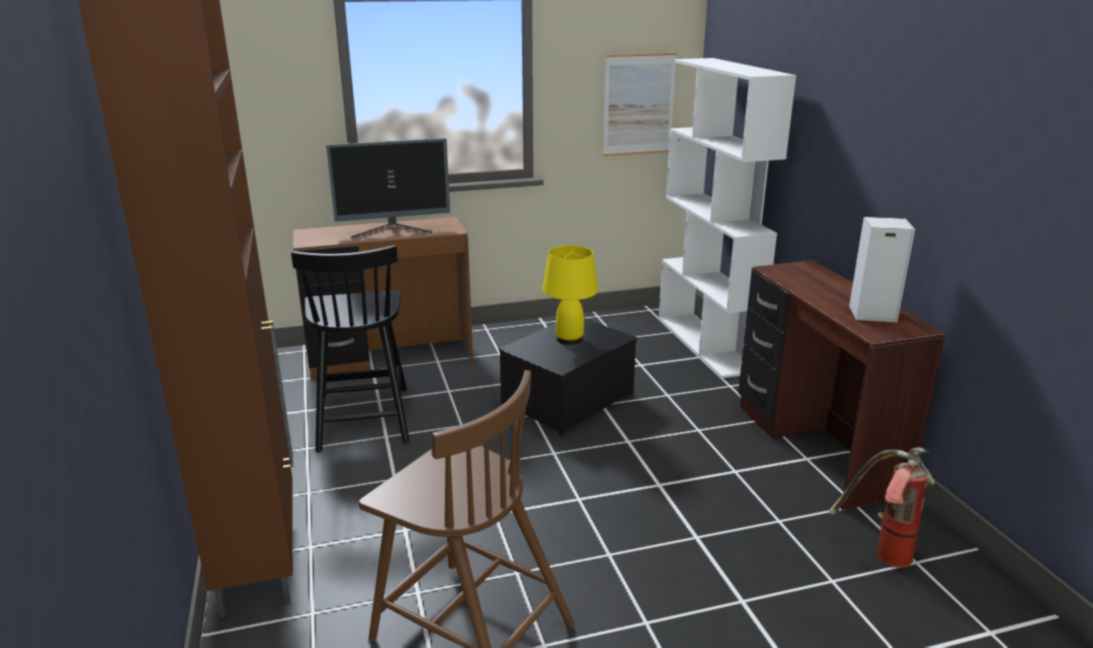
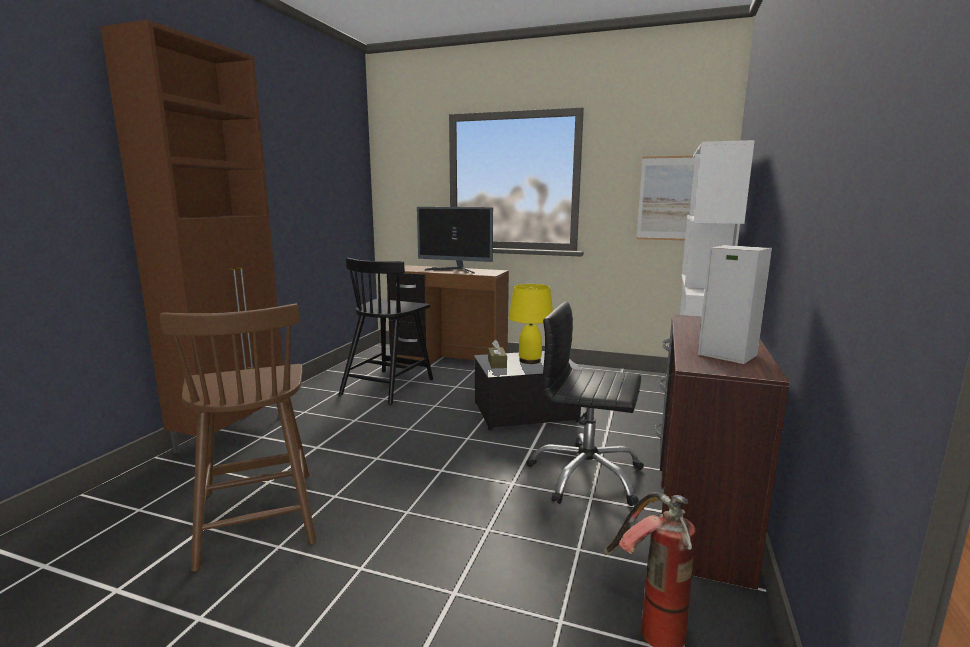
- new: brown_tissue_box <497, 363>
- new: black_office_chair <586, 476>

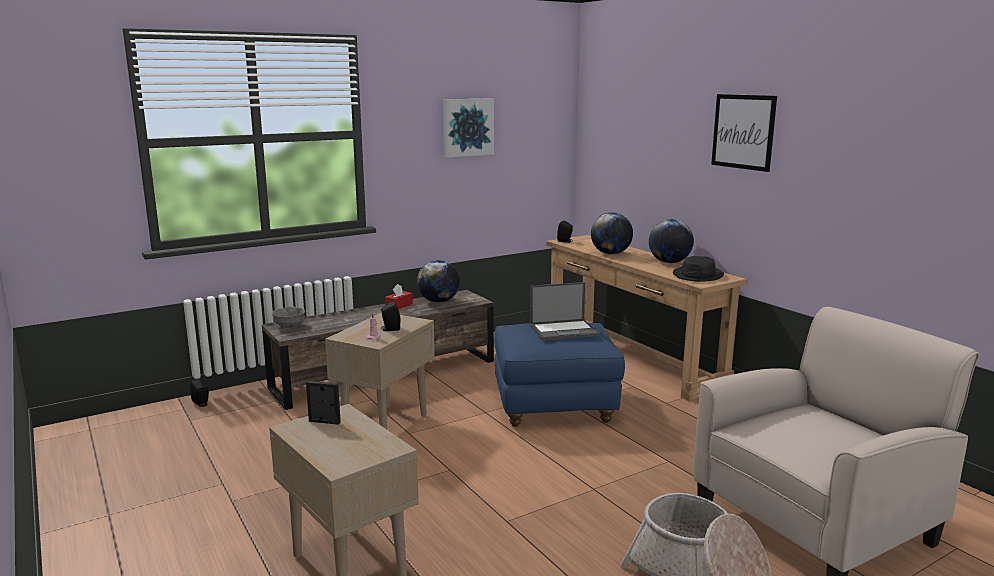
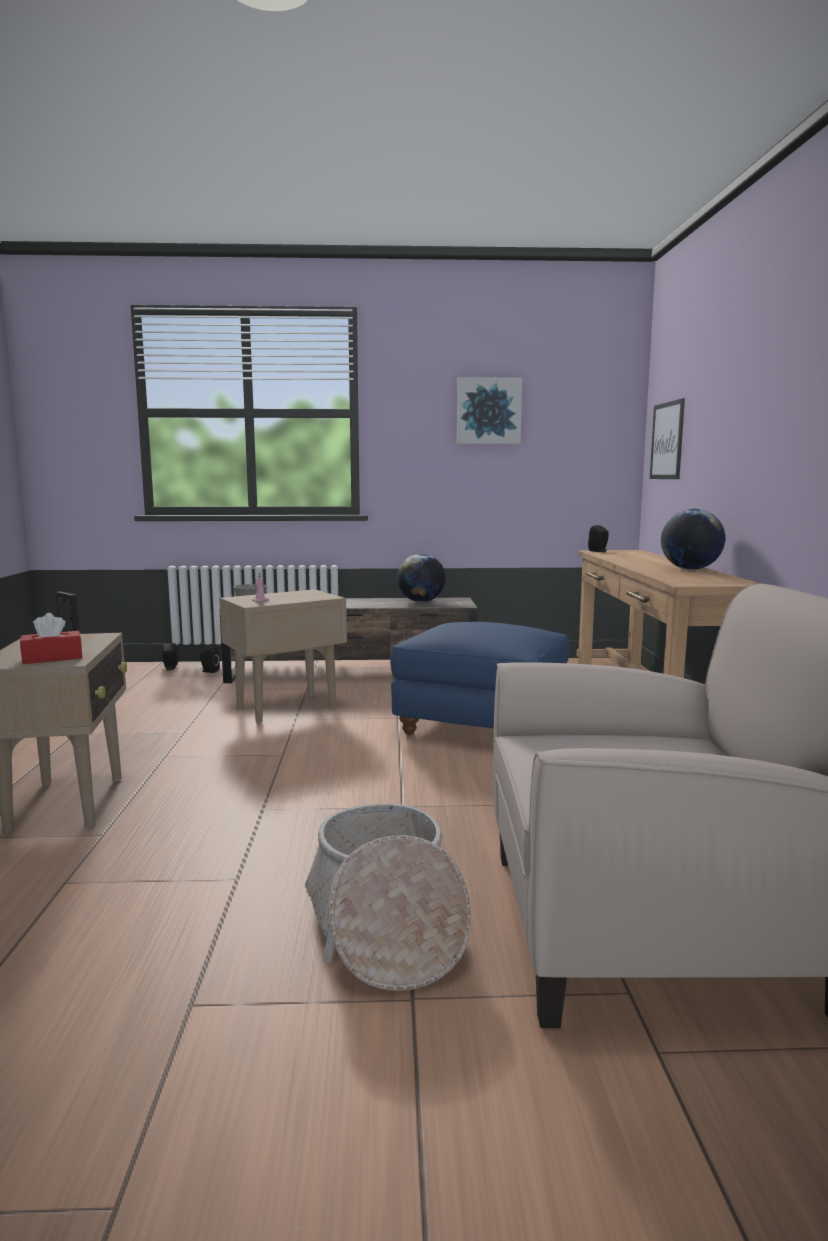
- shifted: black_speaker <390, 329> to <209, 671>
- shifted: red_tissue_box <399, 305> to <52, 658>
- gone: laptop <564, 330>
- gone: globe <611, 254>
- gone: black_hat <698, 275>
- shifted: picture <743, 132> to <667, 441>

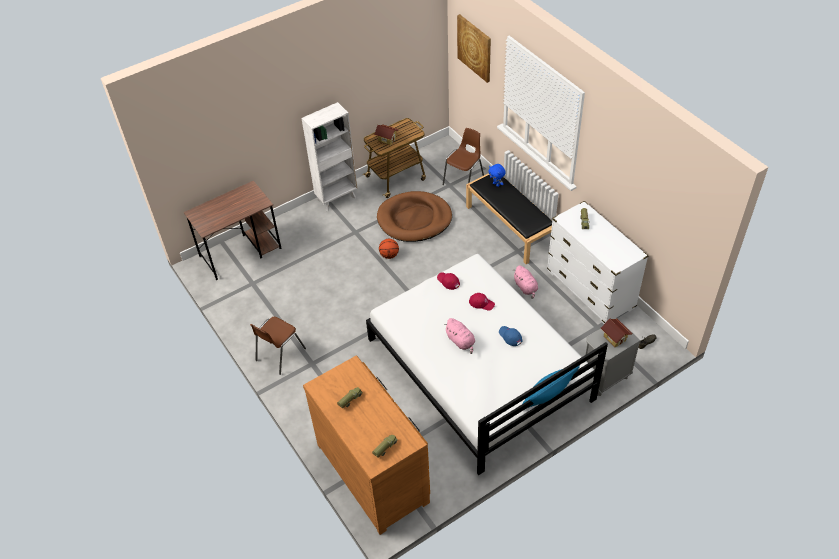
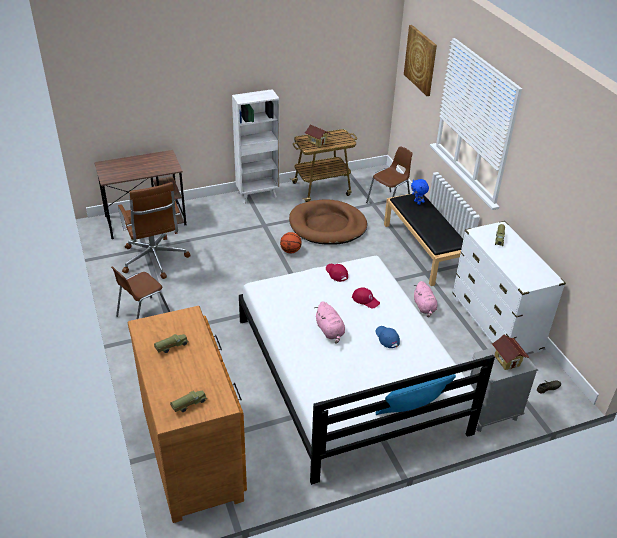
- new: brown_office_chair <154, 260>

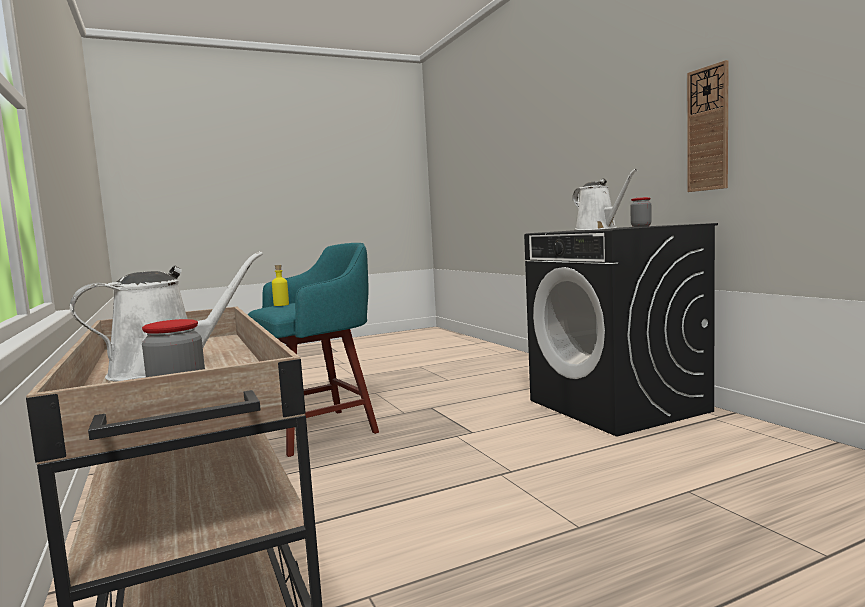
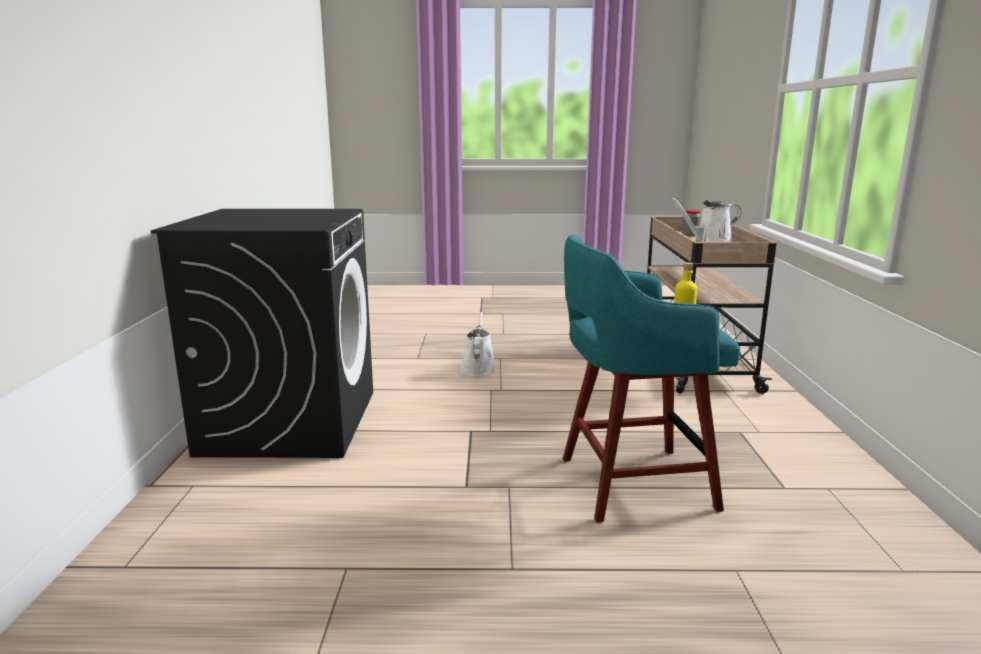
- shifted: white_watering_can <599, 229> to <478, 368>
- gone: jar <641, 226>
- gone: wall_clock <708, 129>

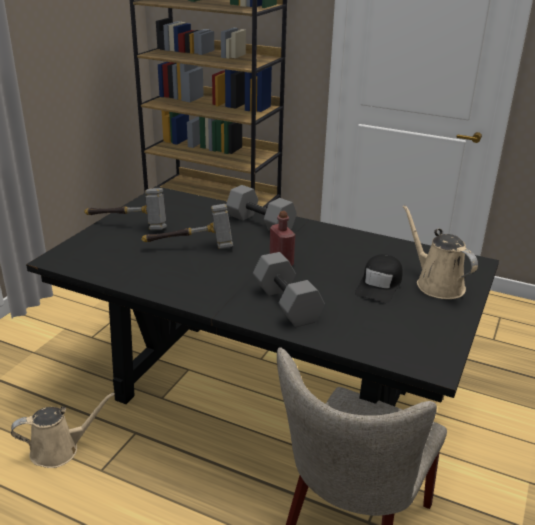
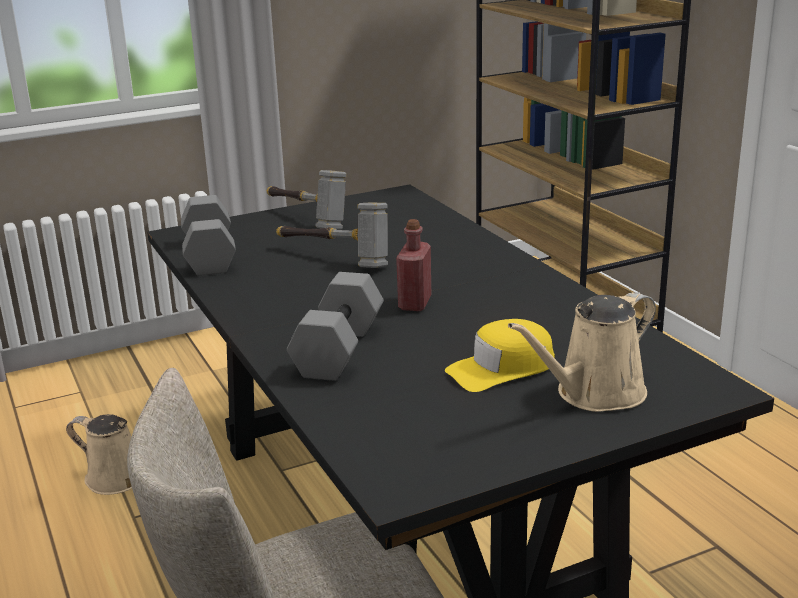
- shifted: grey_dumbbell <261, 222> to <211, 255>
- repainted: black_cap <379, 285> to yellow_cap <501, 368>
- rotated: beige_watering_can <436, 284> = <594, 394> 135 degrees counterclockwise

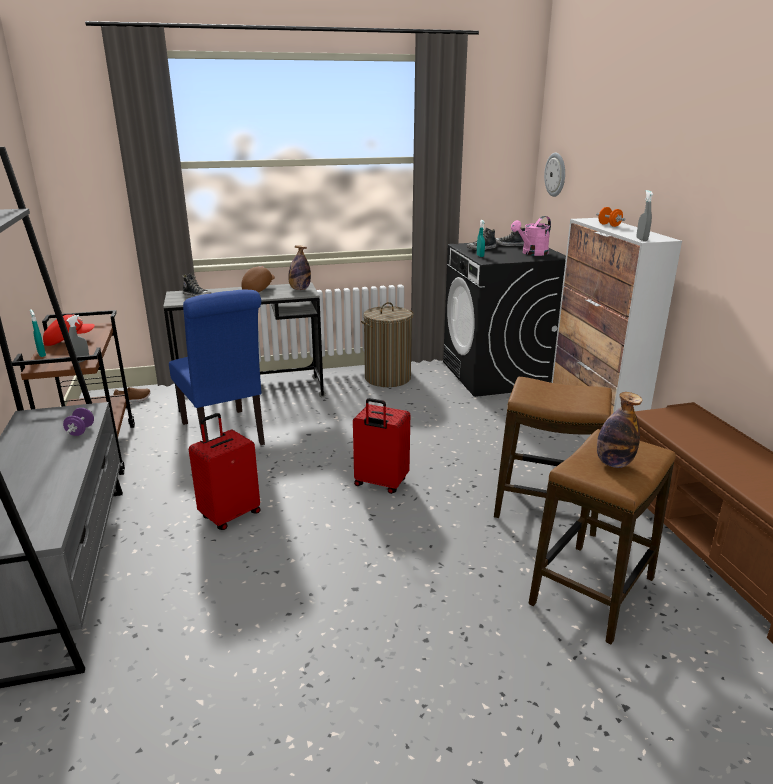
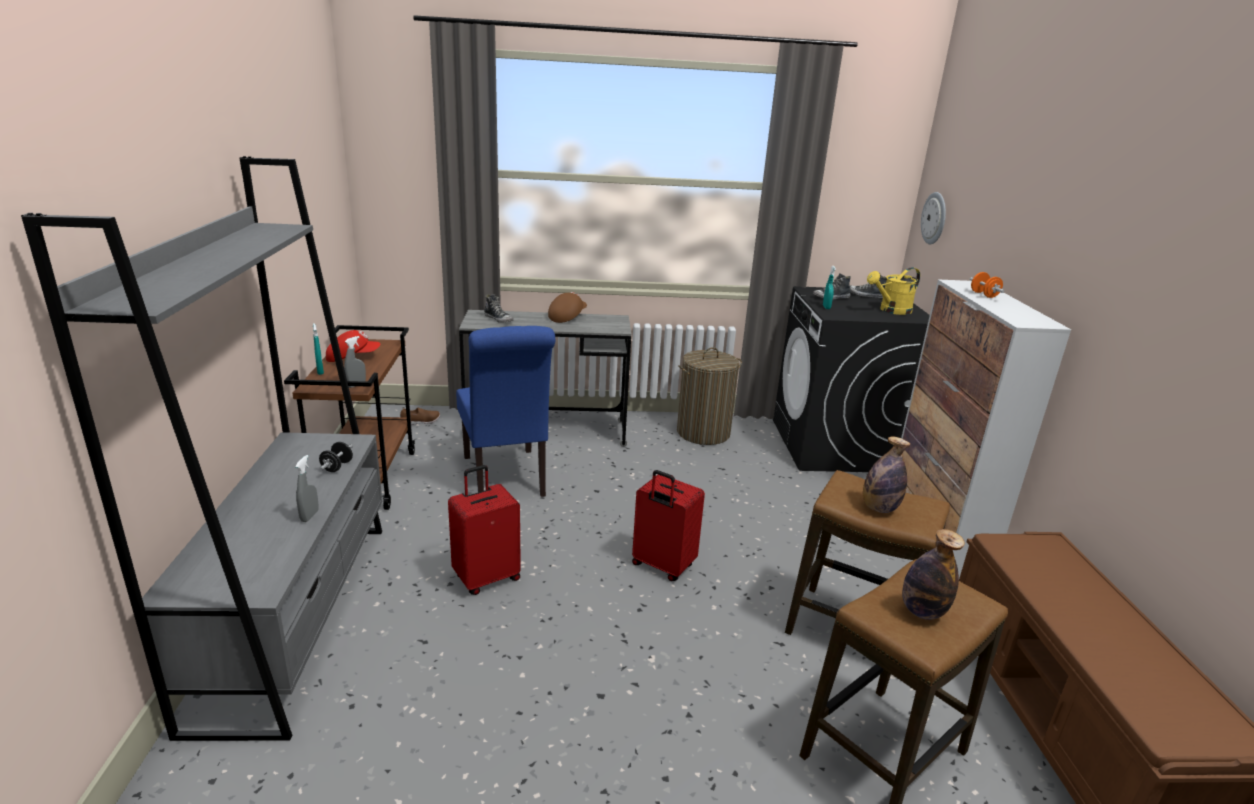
- repainted: purple_dumbbell <80, 431> to black_dumbbell <337, 467>
- shifted: bottle <300, 289> to <879, 508>
- repainted: pink_watering_can <532, 253> to yellow_watering_can <891, 311>
- shifted: grey_spray_bottle <641, 239> to <309, 516>

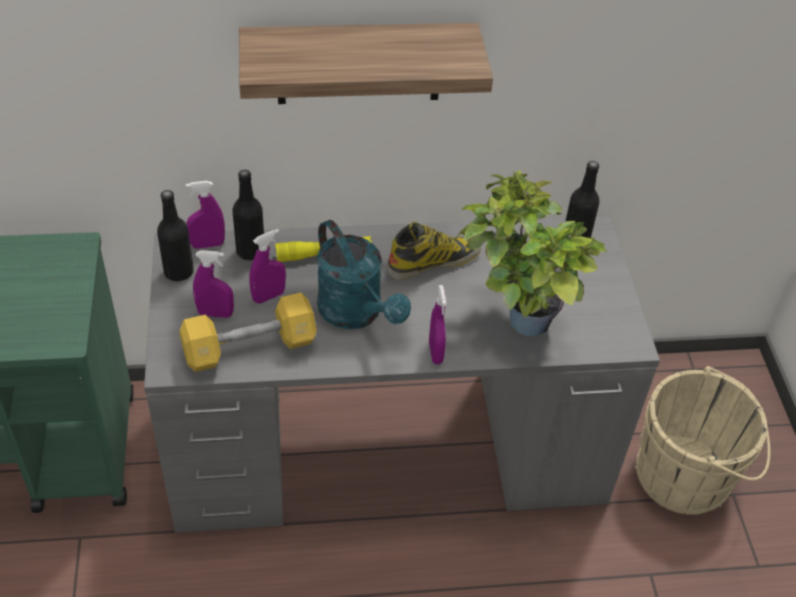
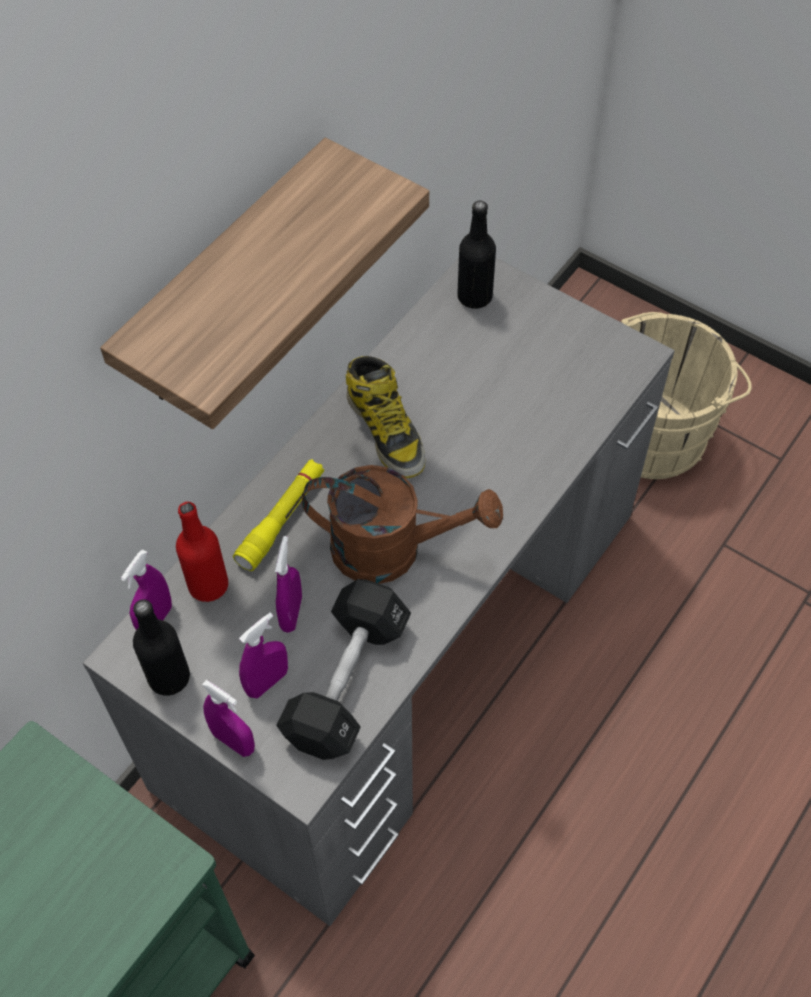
- repainted: yellow_dumbbell <249, 347> to black_dumbbell <346, 681>
- repainted: black_bottle <250, 251> to red_bottle <208, 585>
- repainted: turquoise_watering_can <356, 313> to brown_watering_can <393, 549>
- rotated: boot <433, 261> = <386, 431> 135 degrees clockwise
- shifted: purple_spray_bottle <435, 352> to <233, 741>
- gone: potted_plant <516, 322>

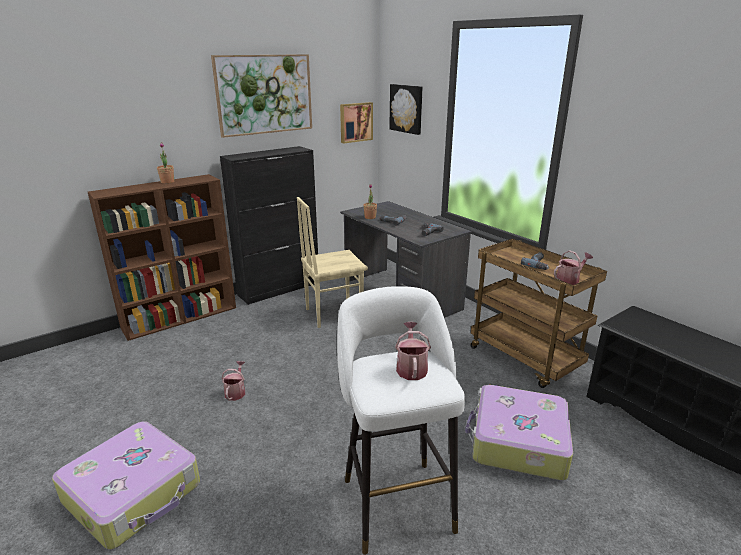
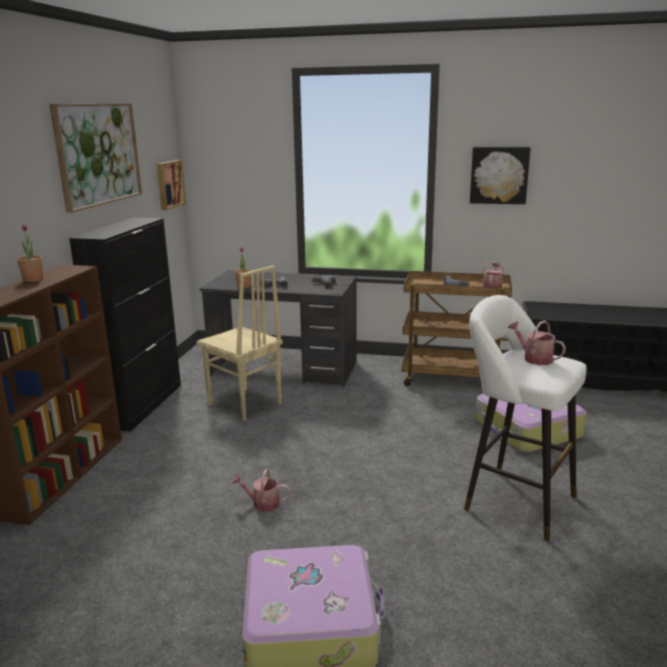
- rotated: watering_can <236, 391> = <262, 503> 45 degrees counterclockwise
- rotated: beige_chair <333, 313> = <244, 405> 75 degrees counterclockwise
- shifted: picture <407, 108> to <499, 175>

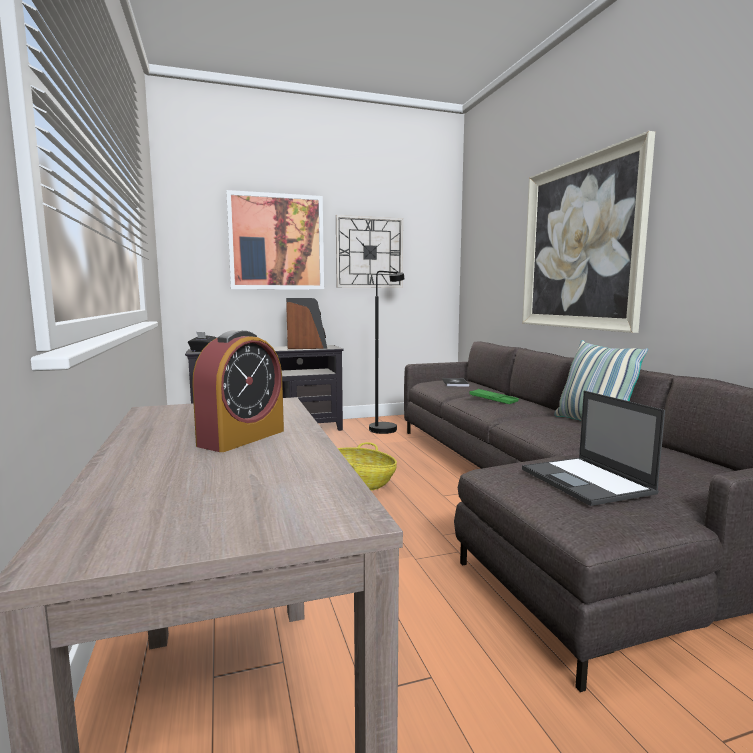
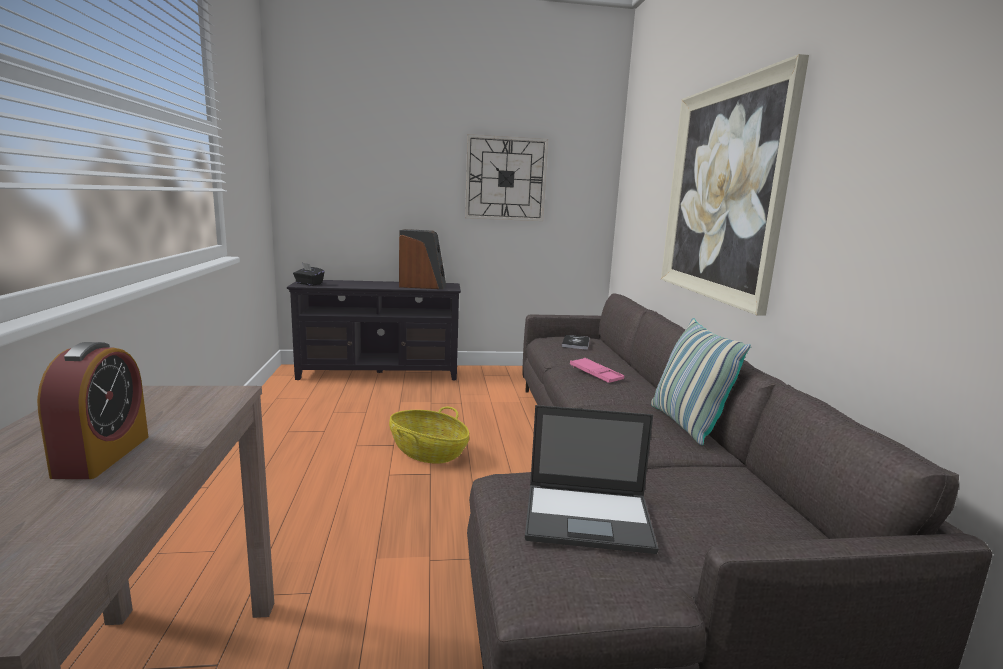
- rotated: alarm_clock <242, 438> = <103, 455> 45 degrees counterclockwise
- gone: picture <276, 242>
- gone: black_floor_lamp <386, 428>
- repainted: green_tray <493, 400> to pink_tray <596, 374>
- rotated: laptop <587, 481> = <589, 517> 75 degrees counterclockwise

